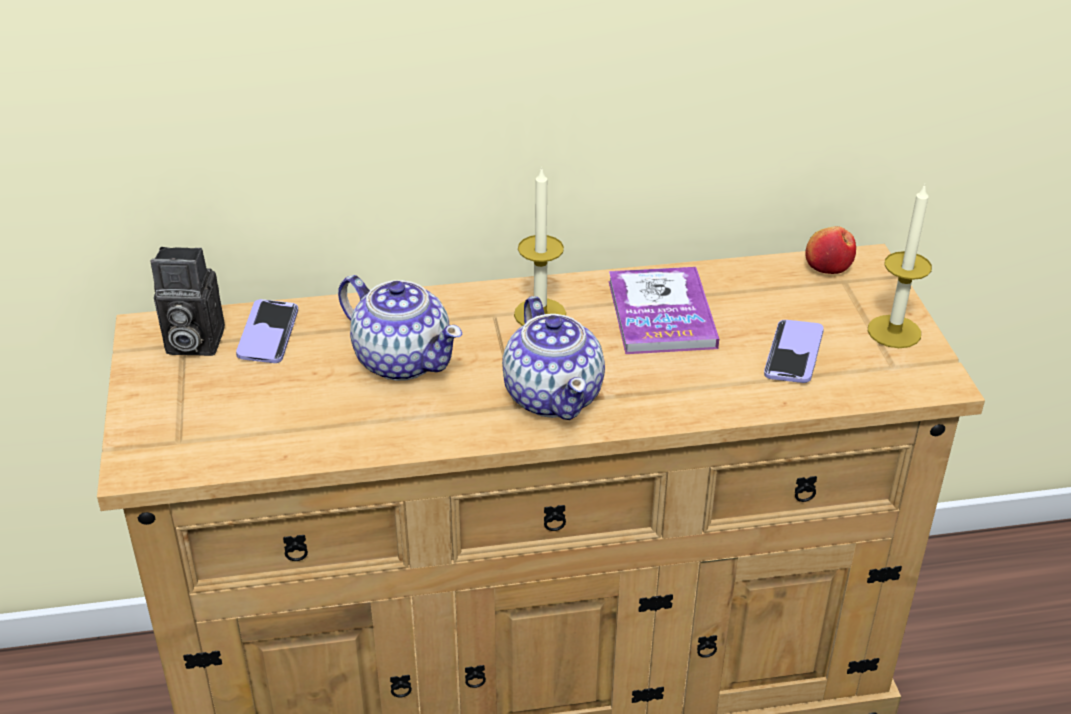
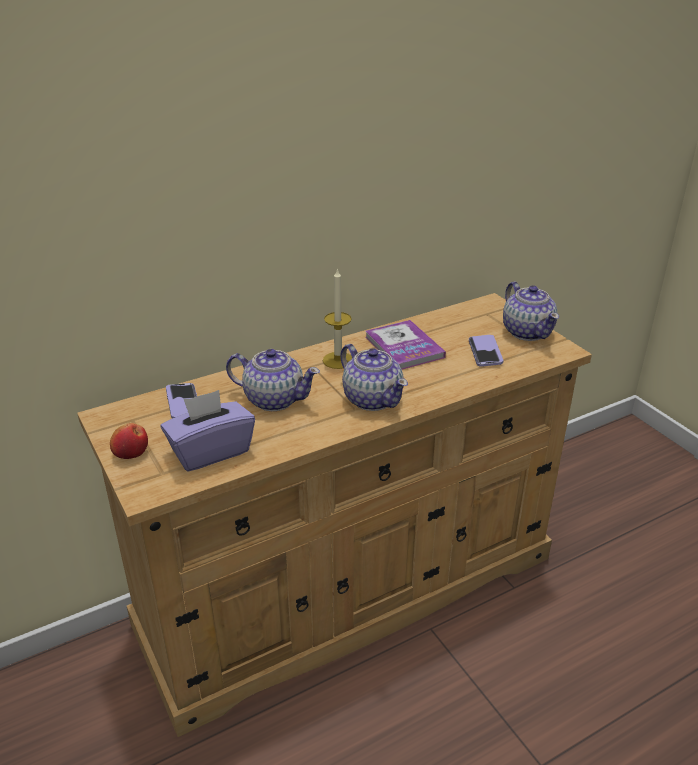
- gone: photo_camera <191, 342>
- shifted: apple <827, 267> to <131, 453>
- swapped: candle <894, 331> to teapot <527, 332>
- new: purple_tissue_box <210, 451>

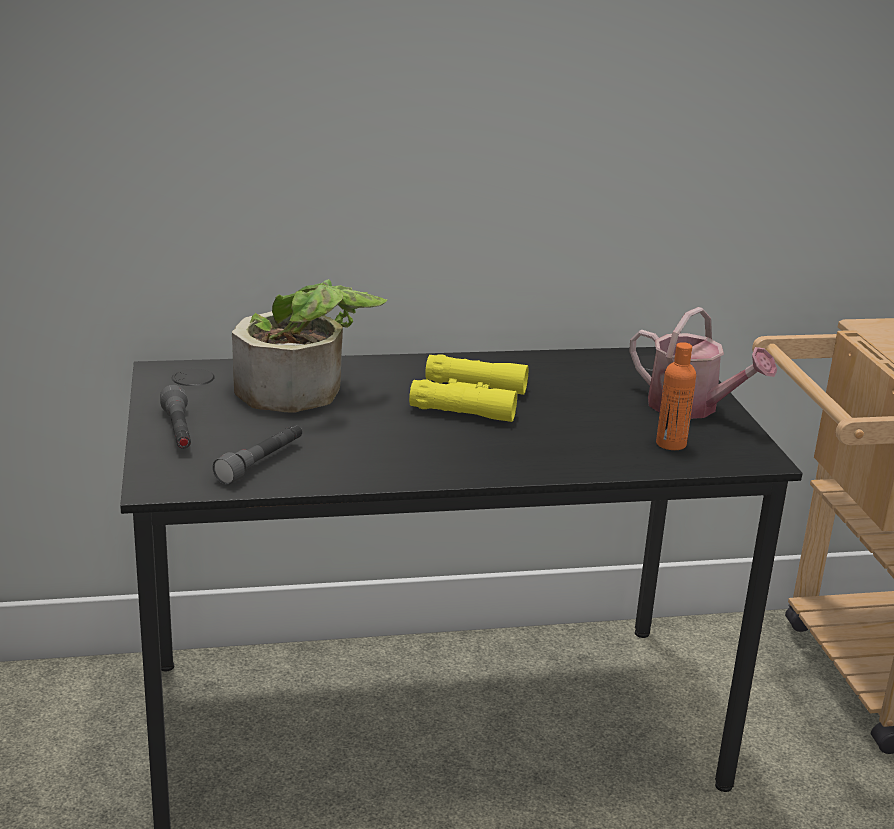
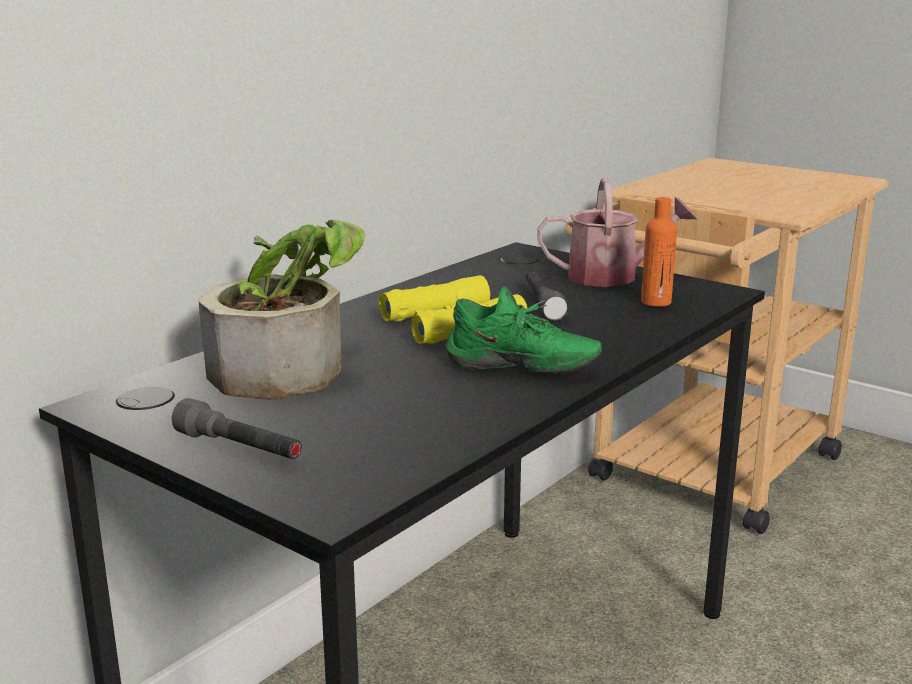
- shifted: grey_flashlight <261, 463> to <542, 304>
- new: green_shoe <520, 370>

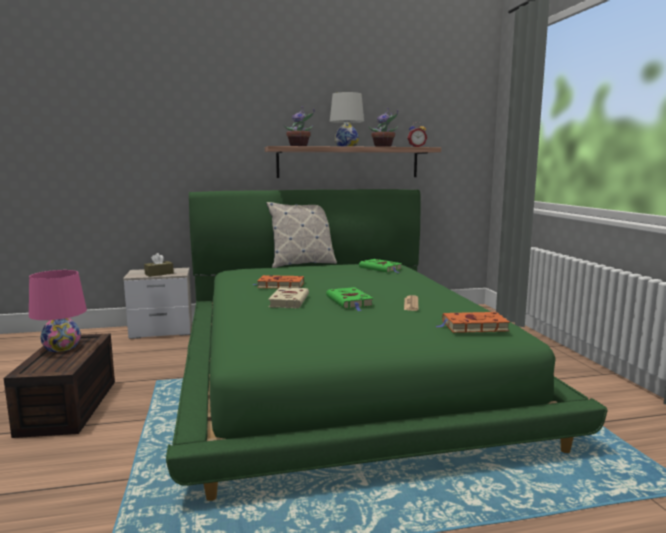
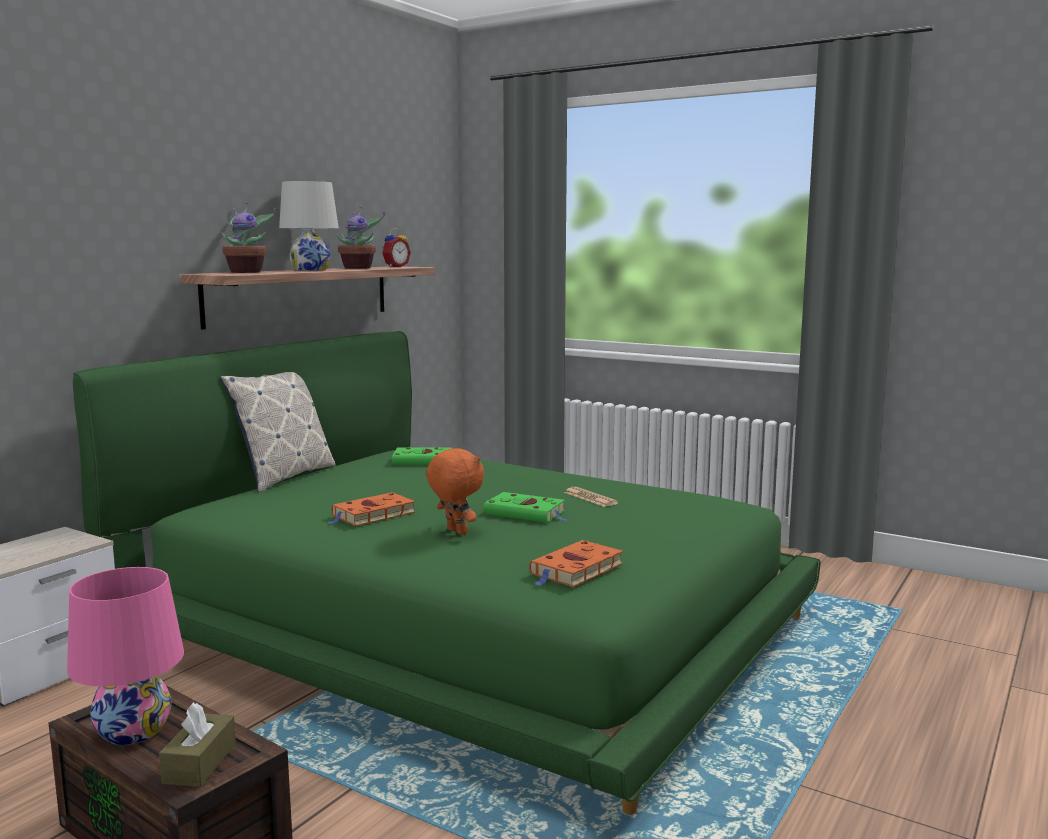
- shifted: brown_tissue_box <159, 274> to <200, 763>
- swapped: beige_book <289, 301> to orange_plush_toy <455, 531>
- shifted: orange_book <472, 326> to <575, 570>

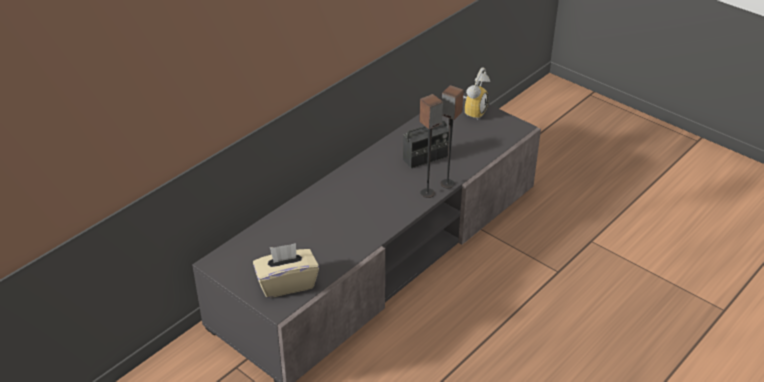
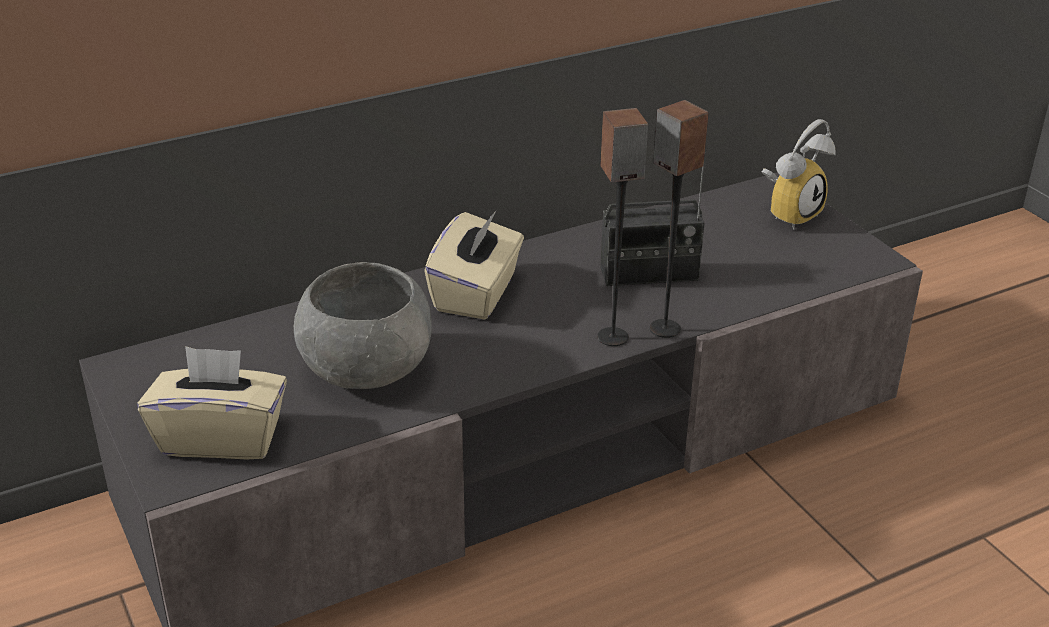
- new: grey_bowl <366, 370>
- new: beige_tissue_box <476, 293>

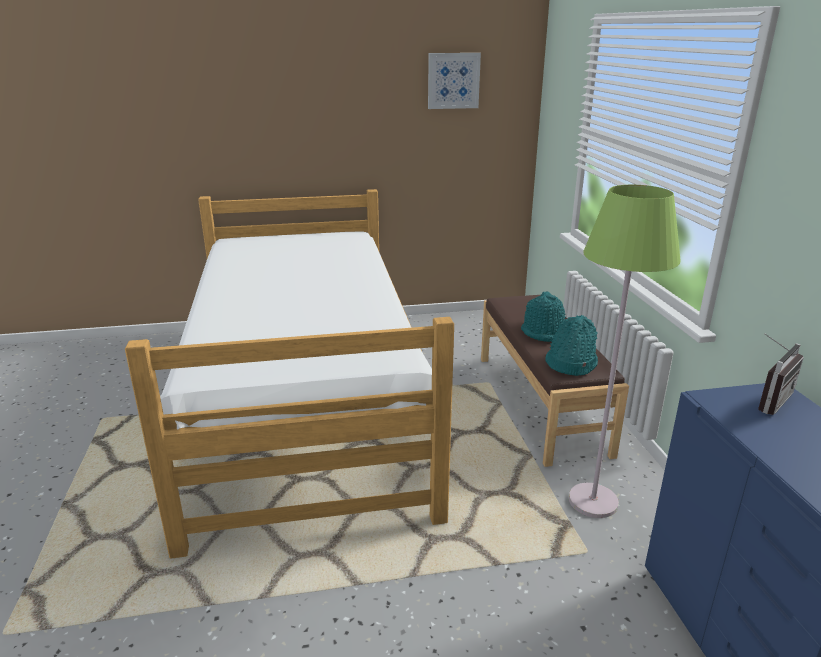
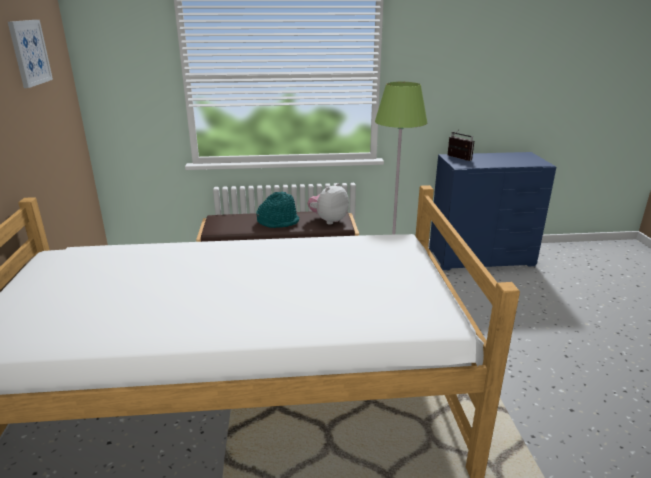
- swapped: turquoise_hat <570, 363> to plush_toy <328, 220>

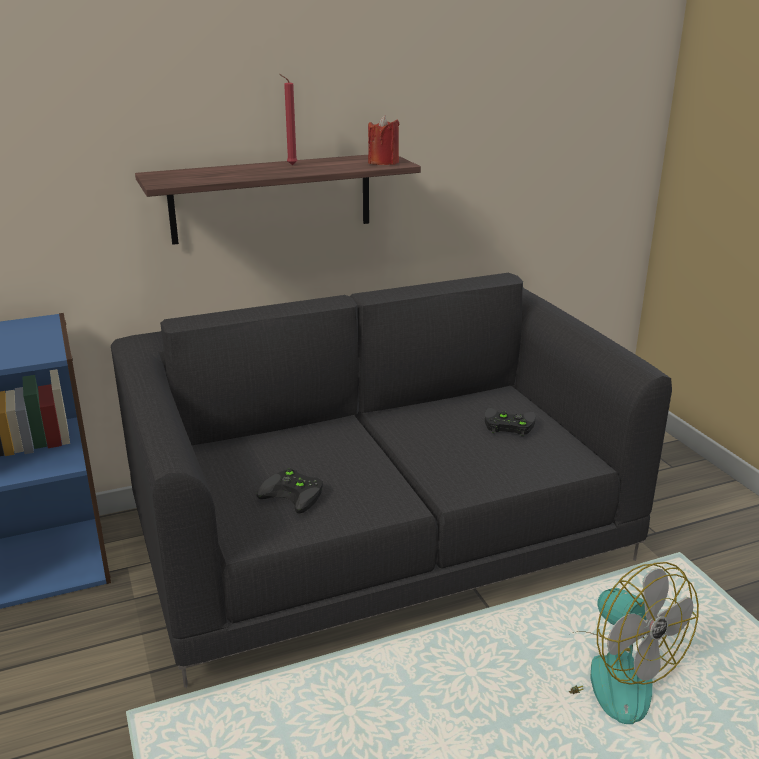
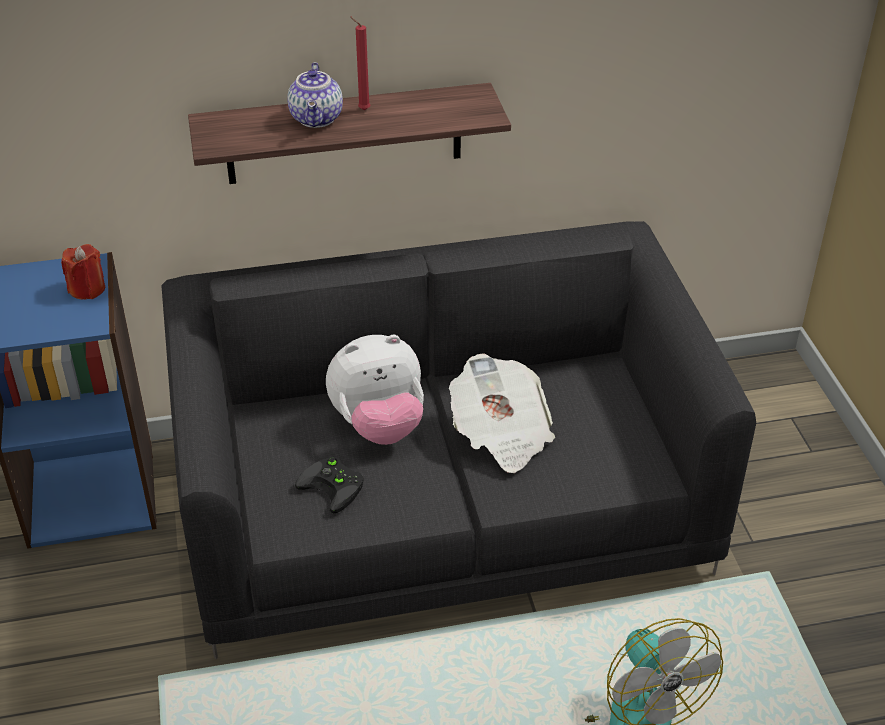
- shifted: red_candle <383, 162> to <87, 289>
- gone: black_game_controller <507, 425>
- new: teapot <317, 119>
- new: plush_toy <379, 426>
- new: newspaper <501, 434>

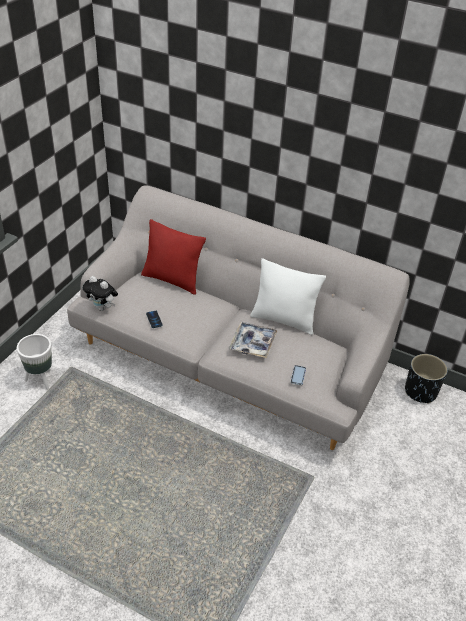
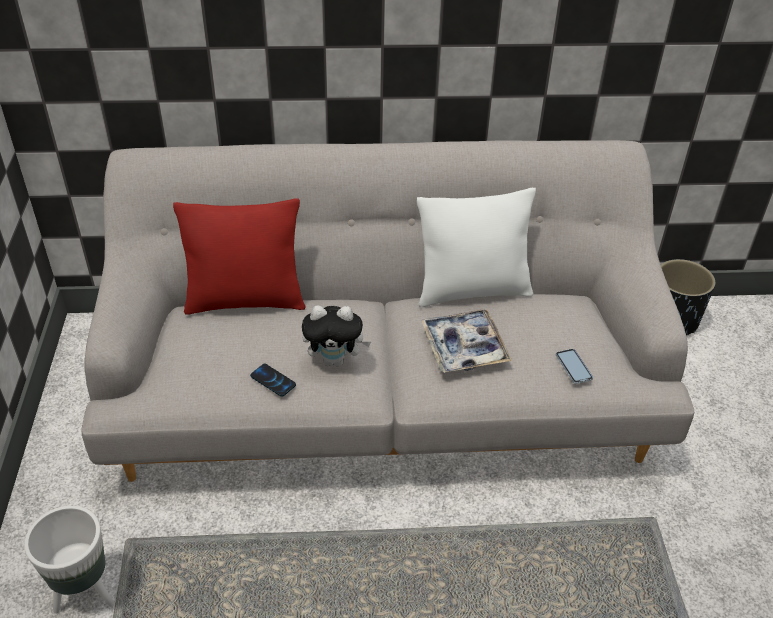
- shifted: plush_toy <102, 308> to <335, 360>

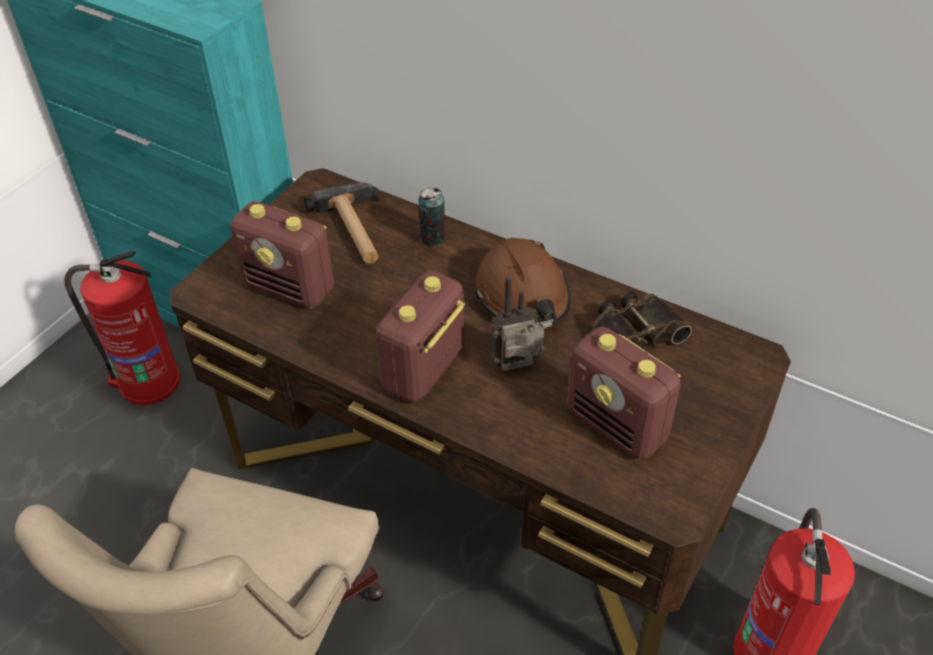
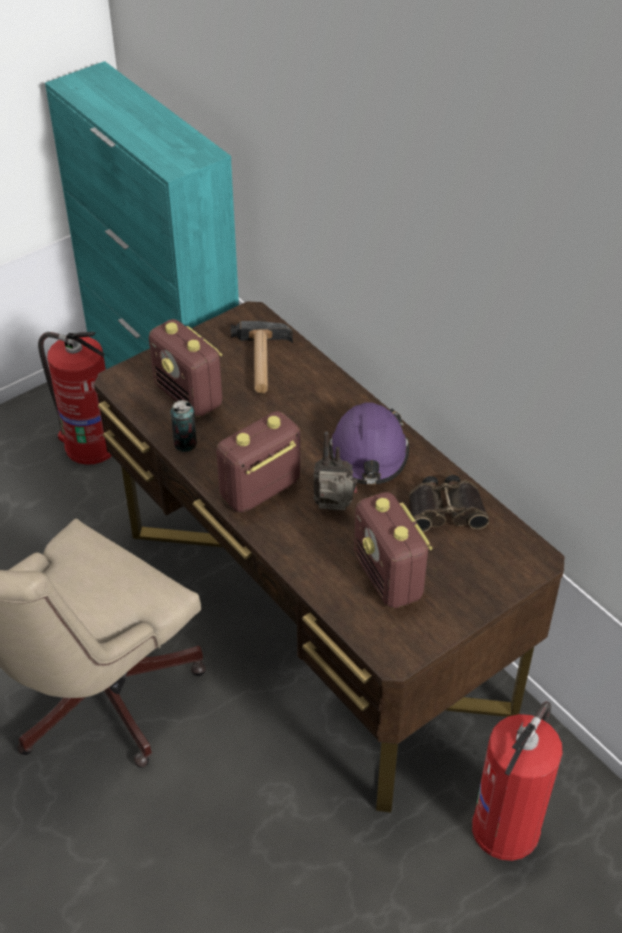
- shifted: can <433, 238> to <185, 444>
- repainted: brown_hard_hat <523, 297> to purple_hard_hat <369, 454>

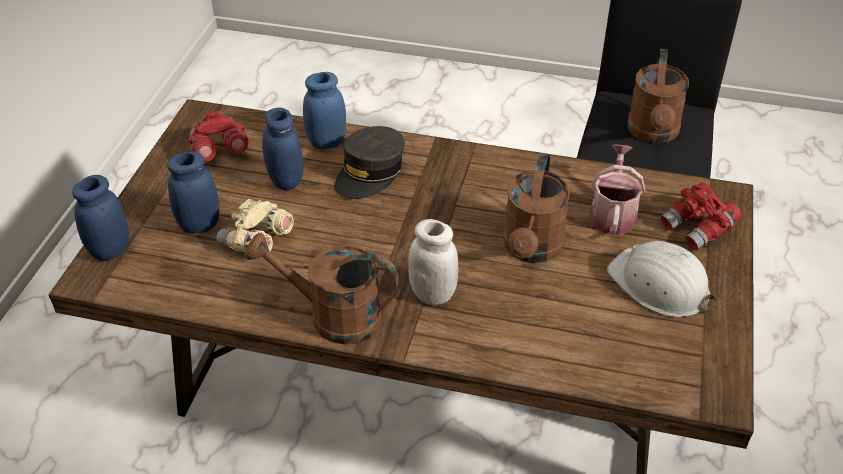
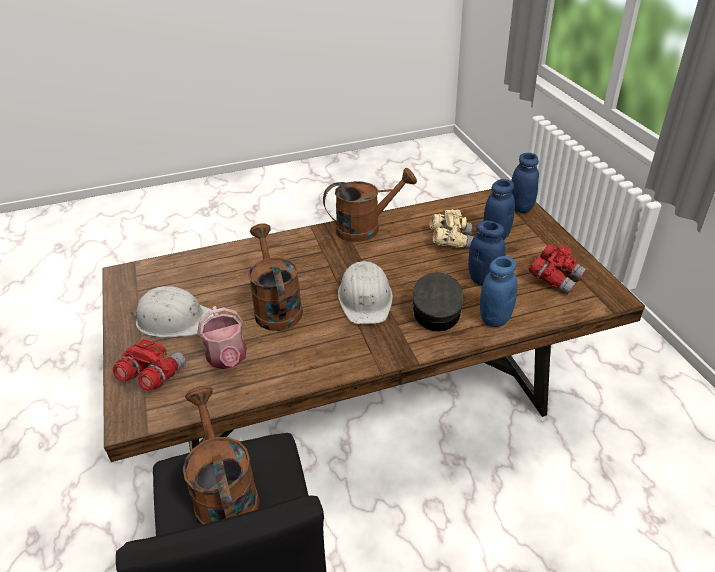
- gone: white_jar <433, 294>
- new: white_hard_hat <365, 299>

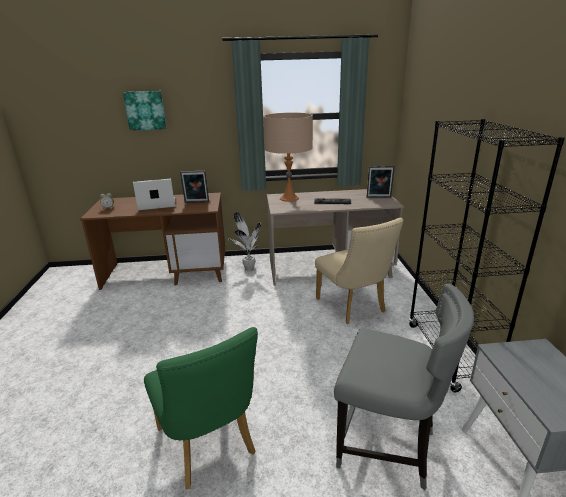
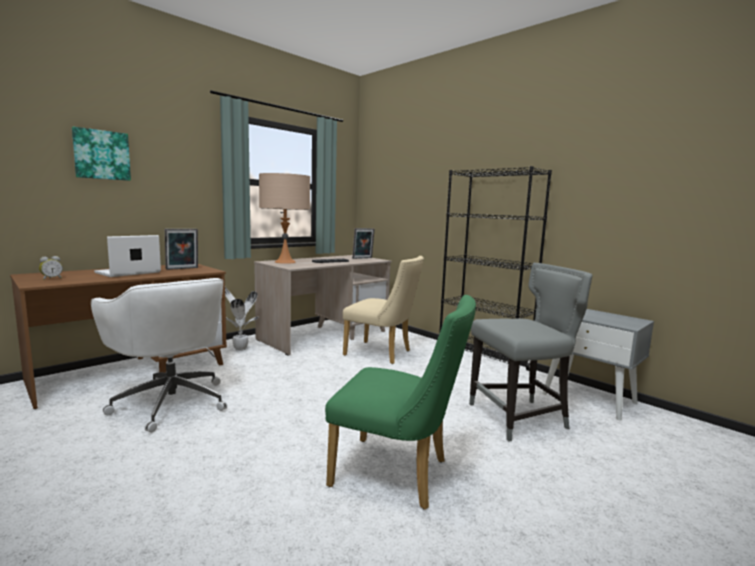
- new: white_office_chair <171, 402>

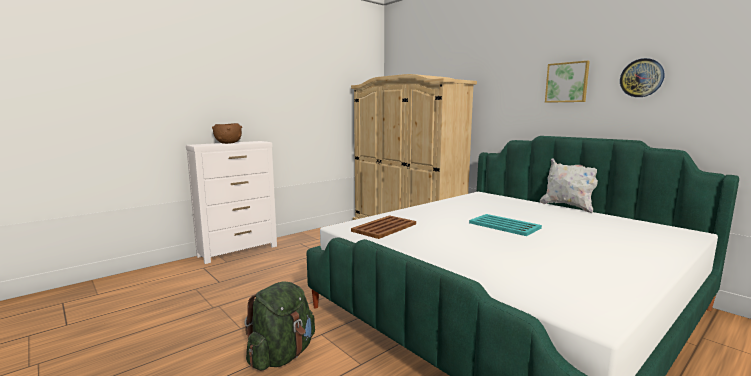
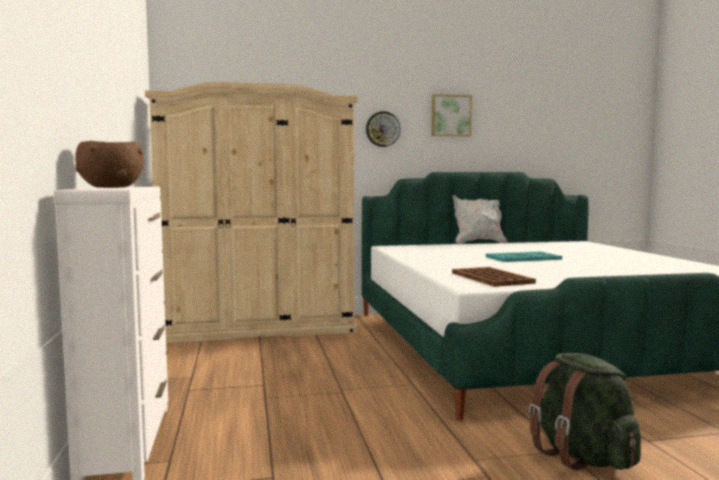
- shifted: wall_clock <641, 78> to <383, 129>

